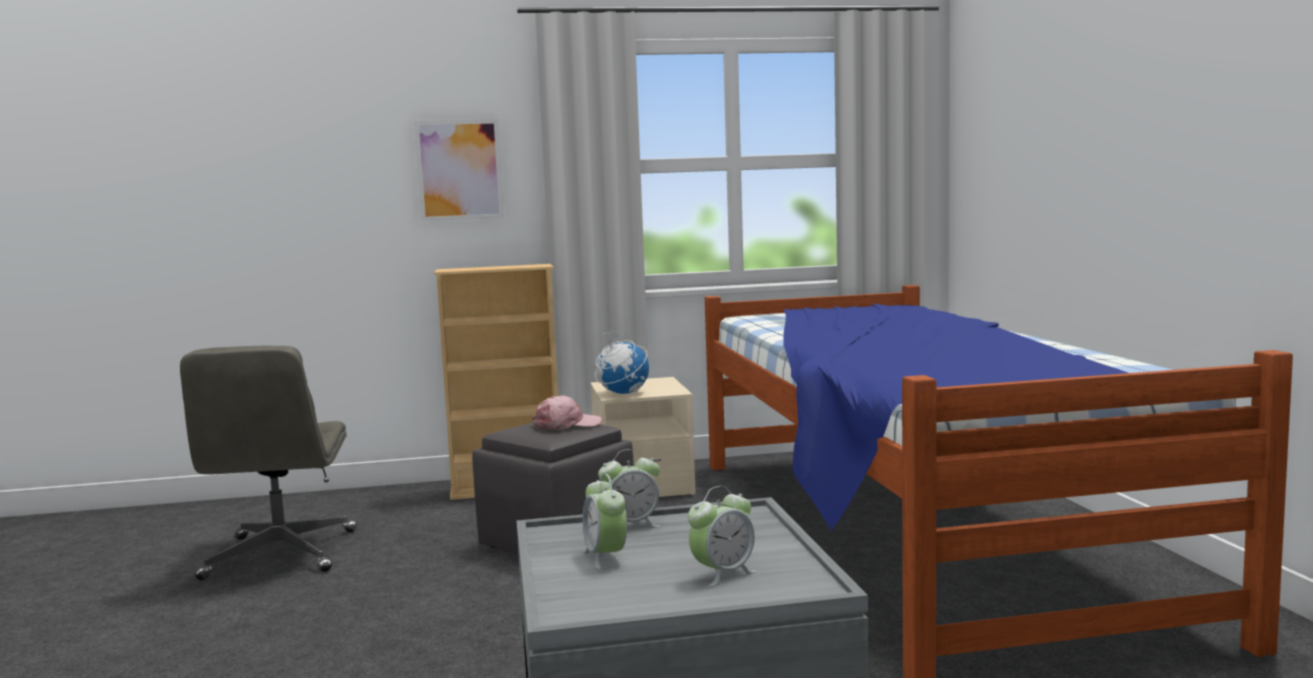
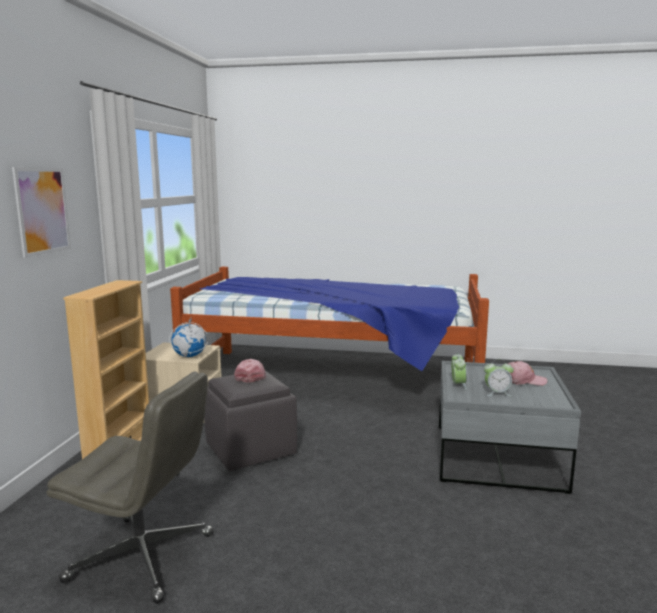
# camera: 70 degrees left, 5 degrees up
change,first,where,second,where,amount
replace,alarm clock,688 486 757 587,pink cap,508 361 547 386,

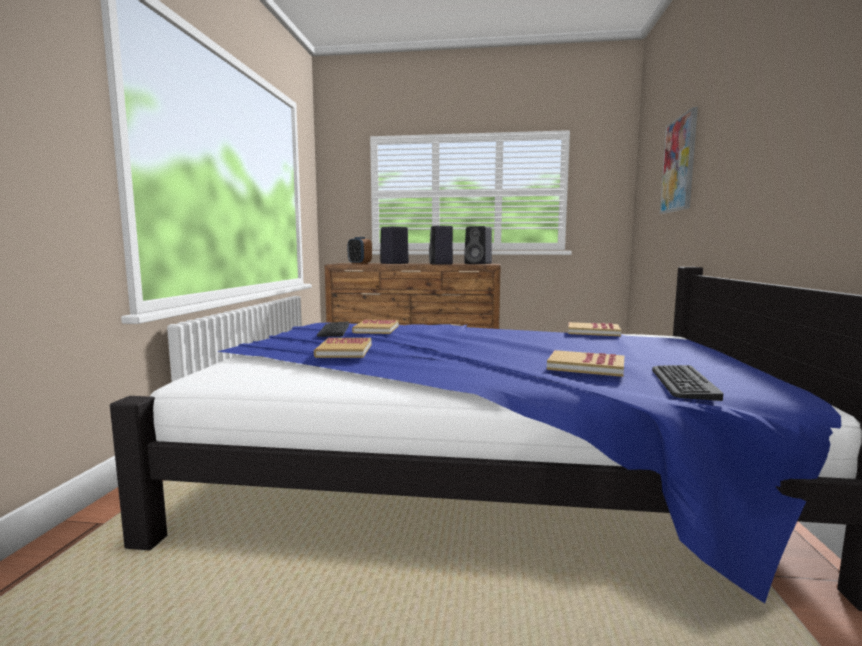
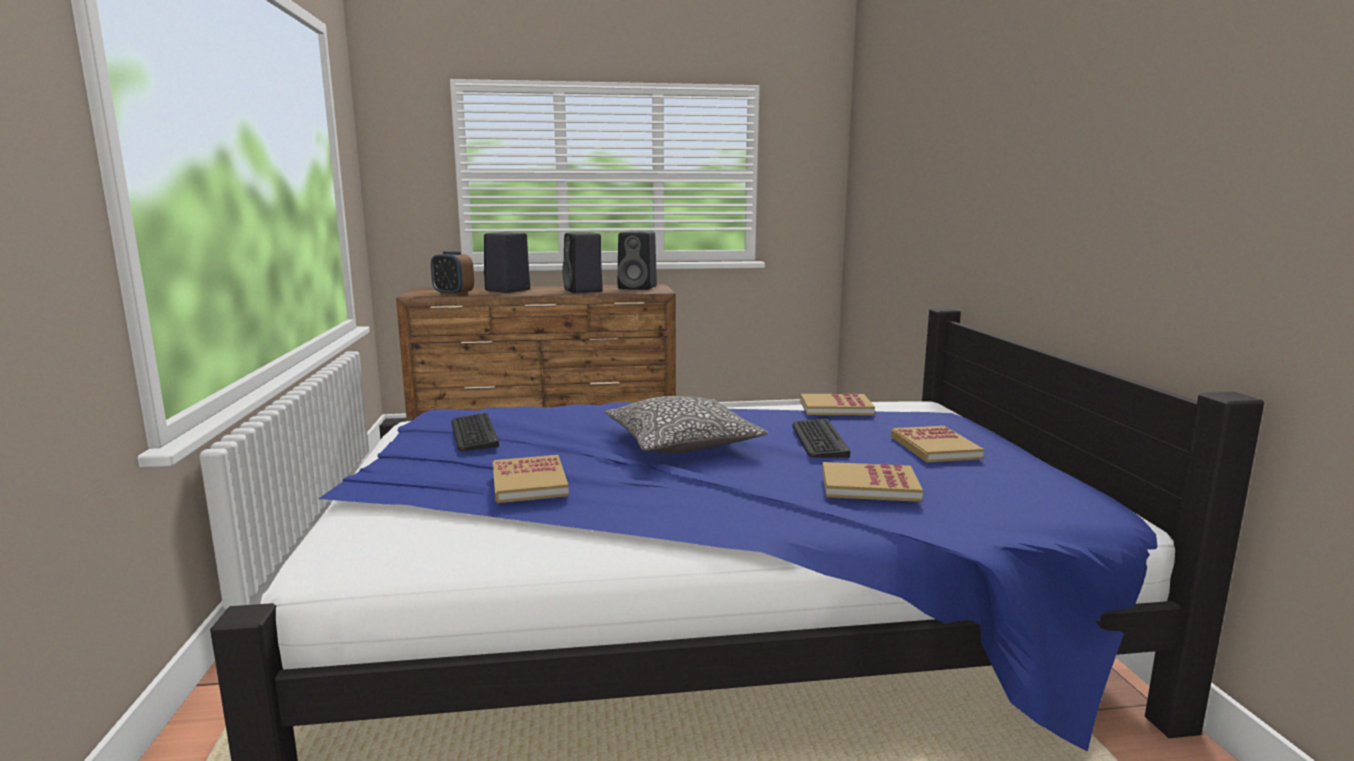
# camera: 15 degrees left, 5 degrees up
change,first,where,second,where,amount
move,book,352 320 399 334,,891 426 984 462,
move,keyboard,652 365 723 401,,792 419 850 458,
delete,picture,660 107 698 214,,,
insert,,,pillow,605 396 768 454,

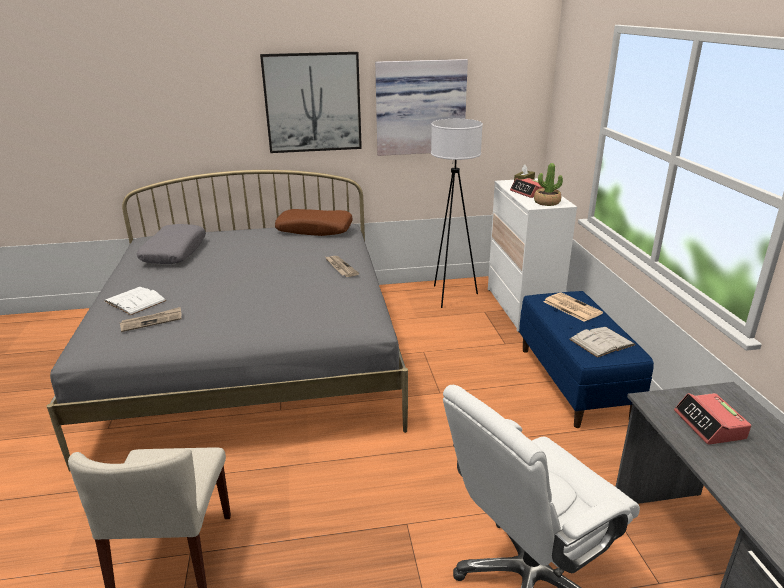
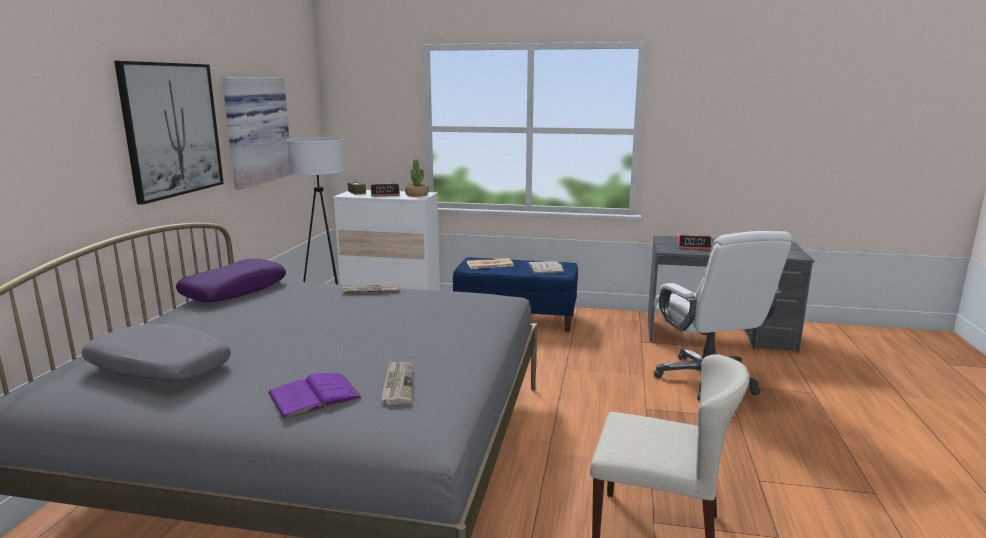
# camera: 70 degrees left, 10 degrees down
change,first,where,second,where,amount
recolor,white book,104 287 167 315,purple book,268 373 362 419,
recolor,brown pillow,275 209 352 236,purple pillow,176 259 286 302,

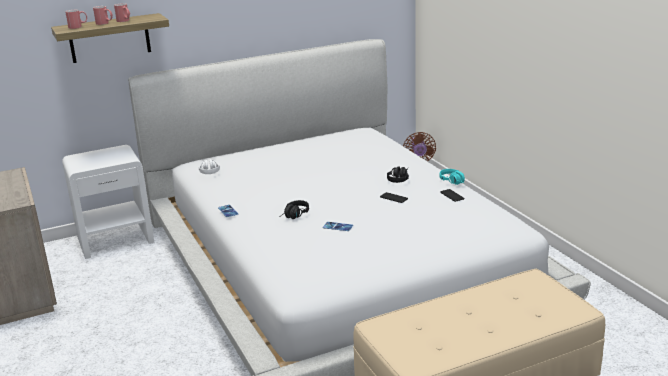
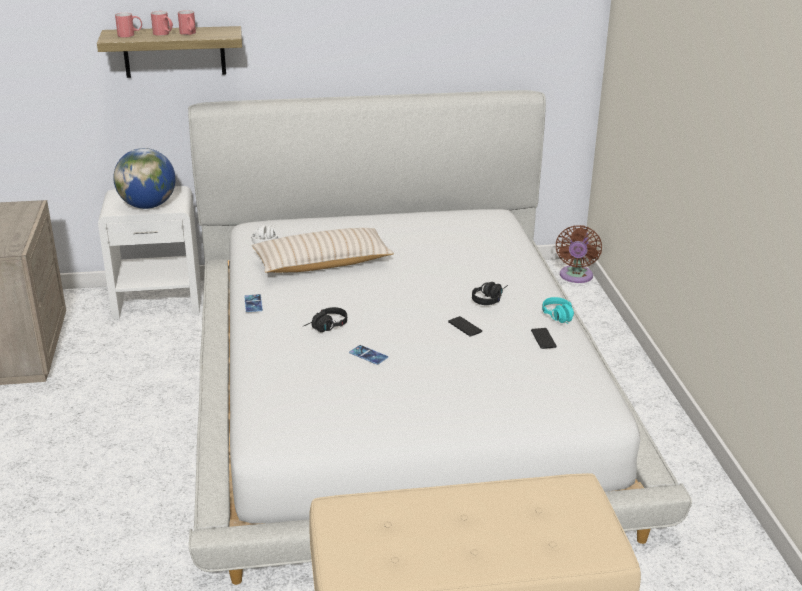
# camera: 15 degrees right, 5 degrees up
change,first,where,second,where,amount
insert,,,globe,113 148 176 209,
insert,,,beige pillow,252 228 394 273,

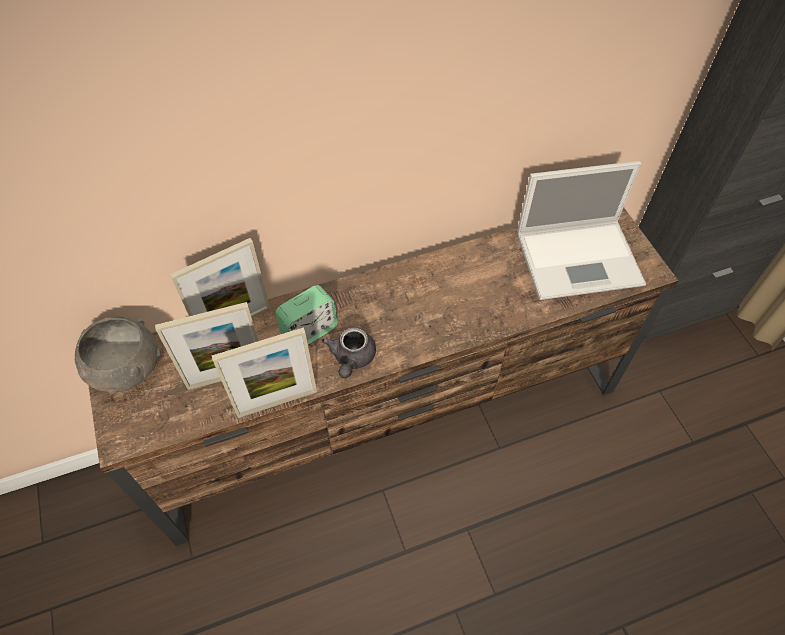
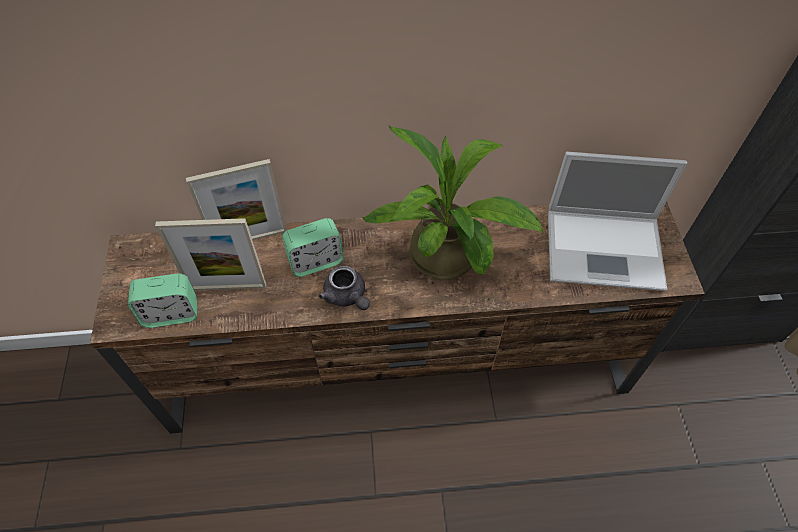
# camera: 15 degrees right, 0 degrees up
change,first,where,second,where,amount
delete,grey bowl,74 317 161 394,,,
delete,picture frame,212 327 317 418,,,
rotate,grey teapot,322 327 376 378,,319 266 370 310,60 degrees counterclockwise
insert,,,alarm clock,128 273 197 328,
insert,,,potted plant,362 126 544 280,

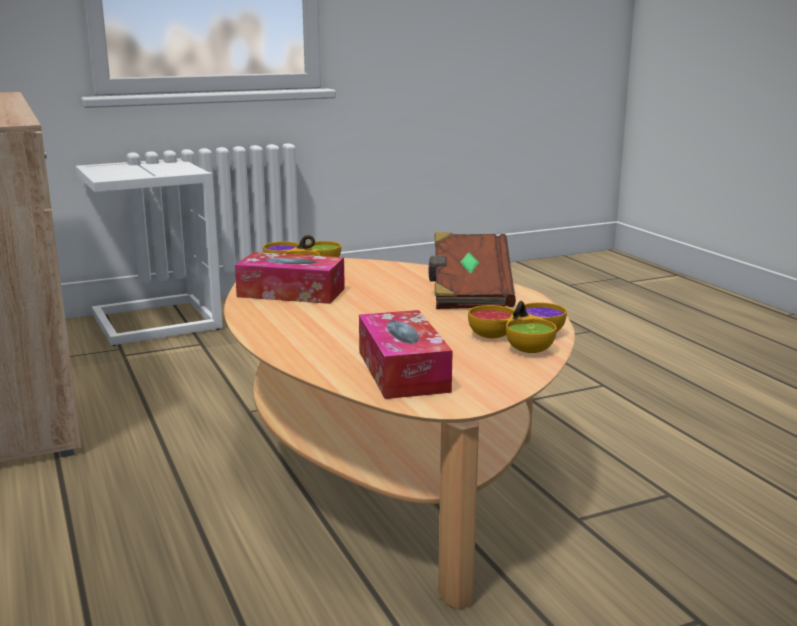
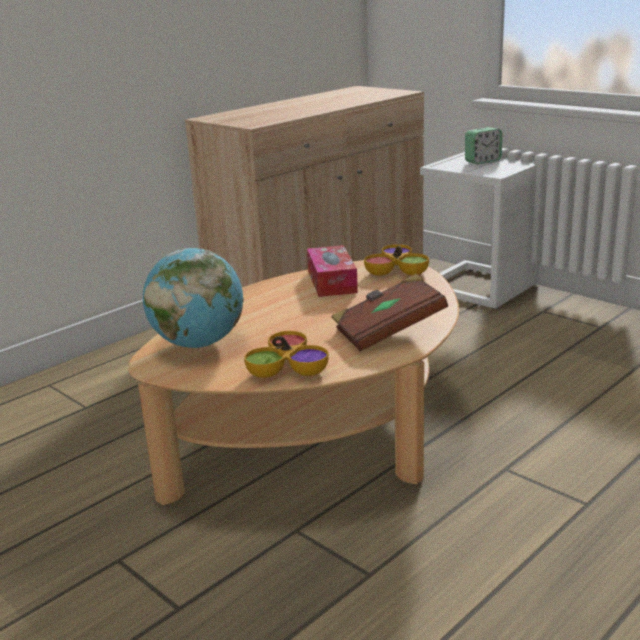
# camera: 70 degrees right, 5 degrees up
change,first,where,second,where,amount
replace,tissue box,359 310 453 399,globe,143 248 244 348,
insert,,,alarm clock,465 127 502 164,

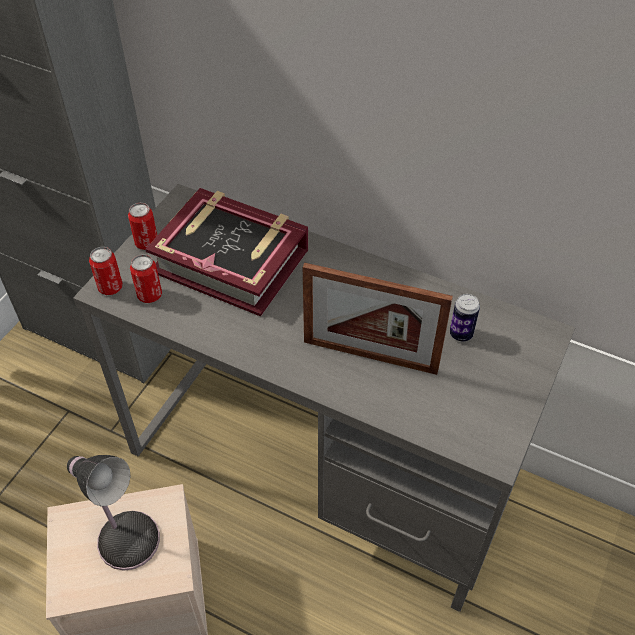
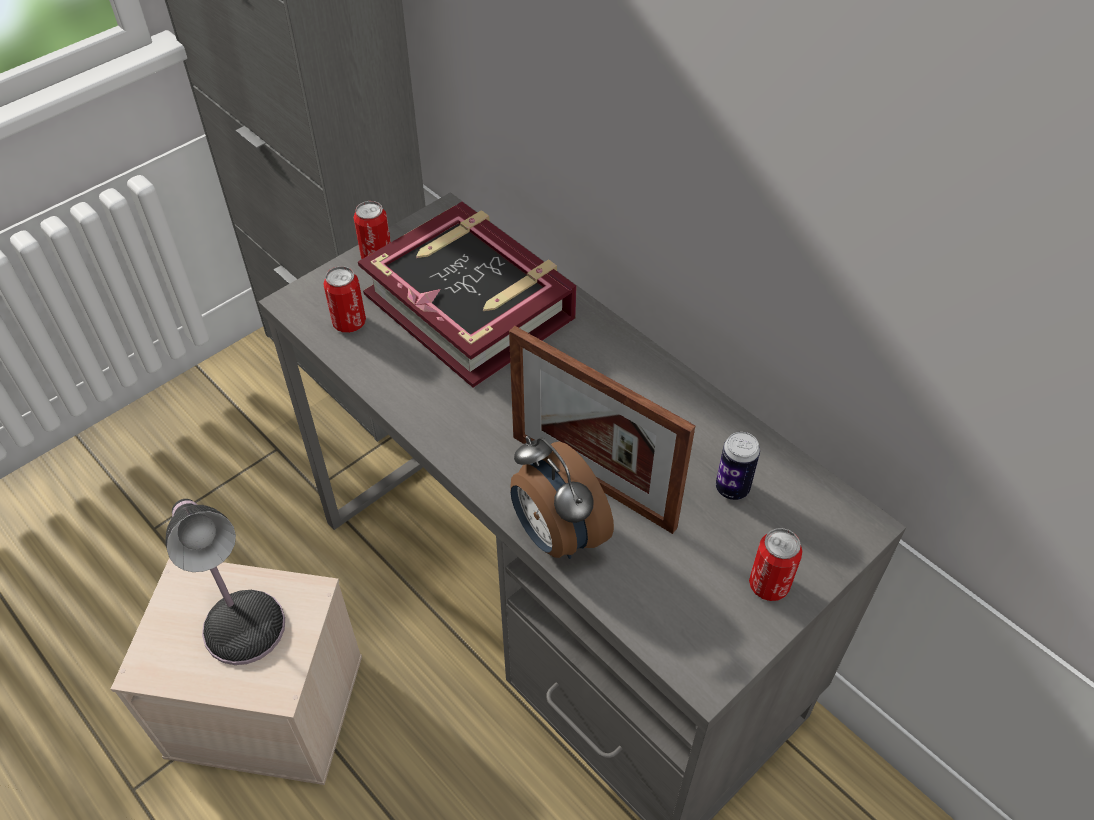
# camera: 20 degrees right, 0 degrees up
change,first,where,second,where,amount
move,can,89 247 123 295,,749 528 803 601,
insert,,,alarm clock,511 436 614 559,

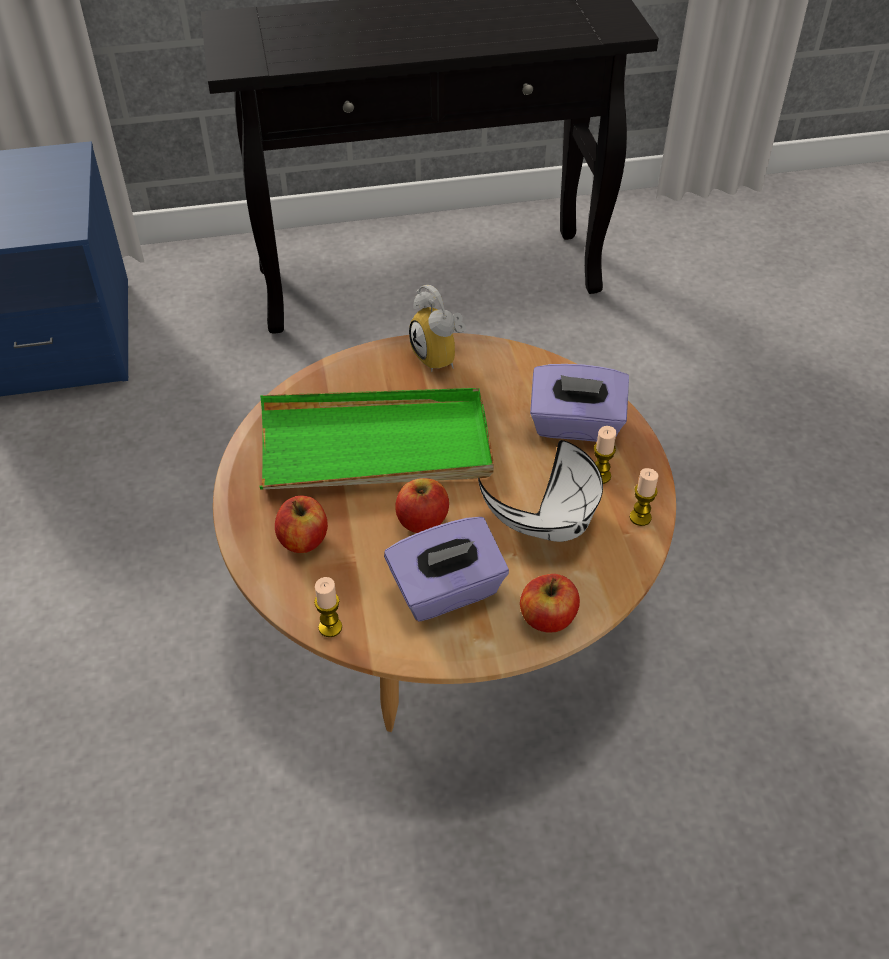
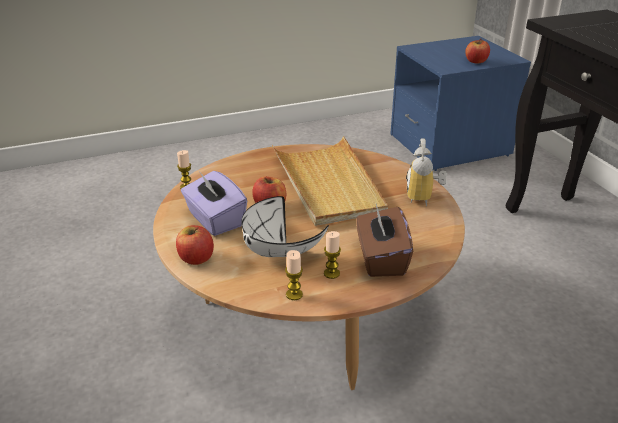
# camera: 80 degrees right, 15 degrees down
change,first,where,second,where,amount
recolor,green tray,260 388 494 490,beige tray,272 136 388 226,
move,apple,275 496 328 553,,465 38 490 64,
rotate,alarm clock,409 285 466 372,,406 138 447 206,45 degrees counterclockwise
recolor,purple tissue box,530 364 629 442,brown tissue box,356 204 413 277,

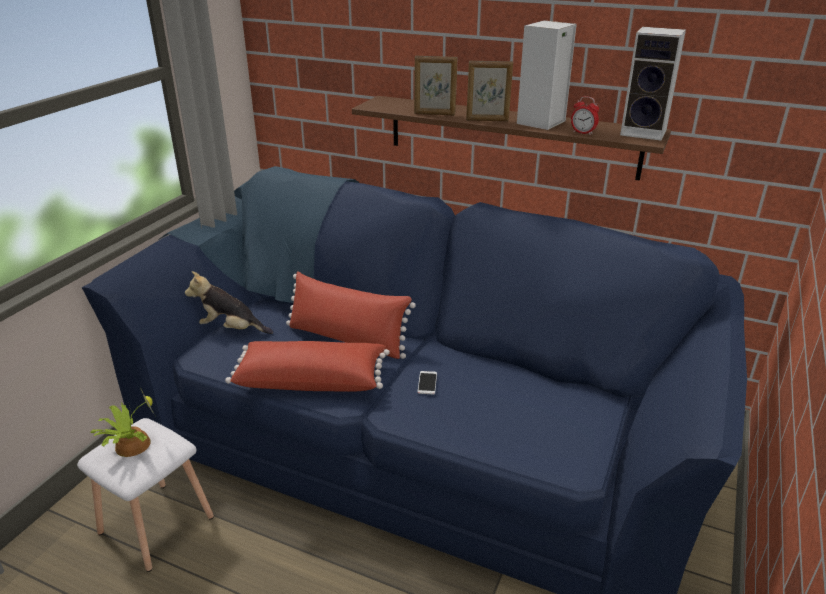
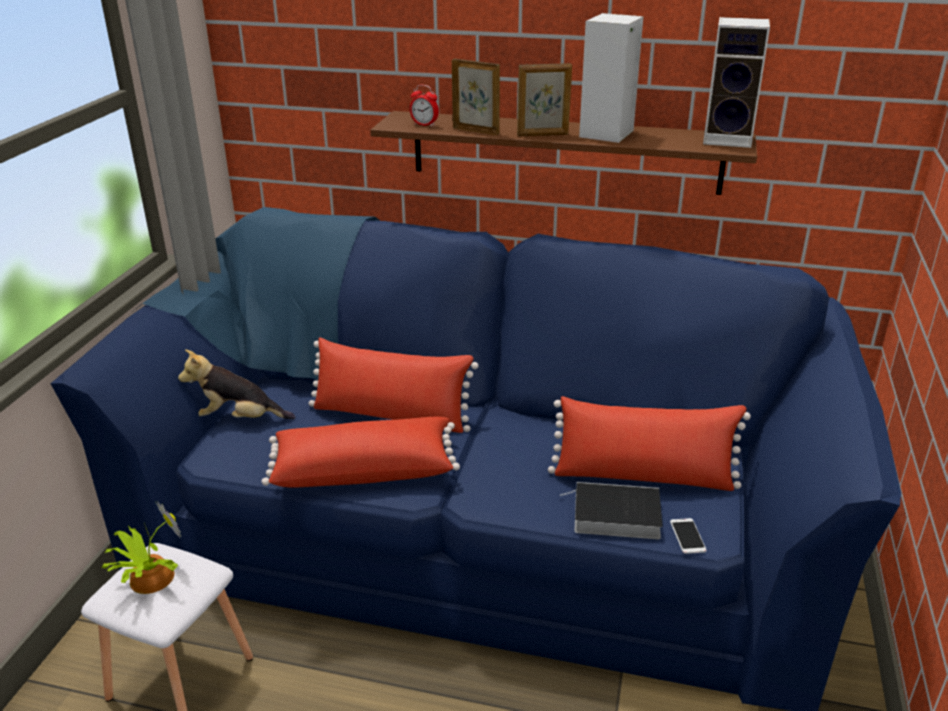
# camera: 10 degrees left, 0 degrees up
change,first,where,second,where,amount
rotate,picture frame,414 55 458 115,,452 59 500 135,150 degrees counterclockwise
move,phone,417 371 437 395,,670 518 706 554,
move,alarm clock,571 96 599 135,,410 85 439 127,
insert,,,red pillow,548 396 751 491,
insert,,,book,560 482 663 539,

